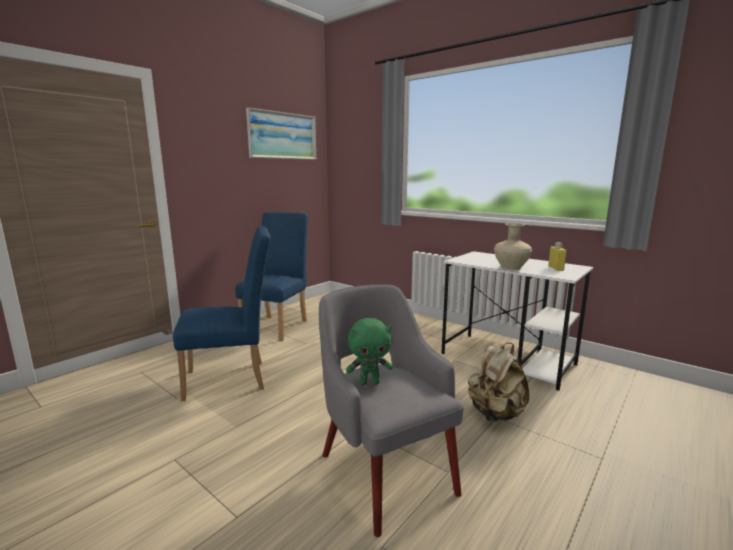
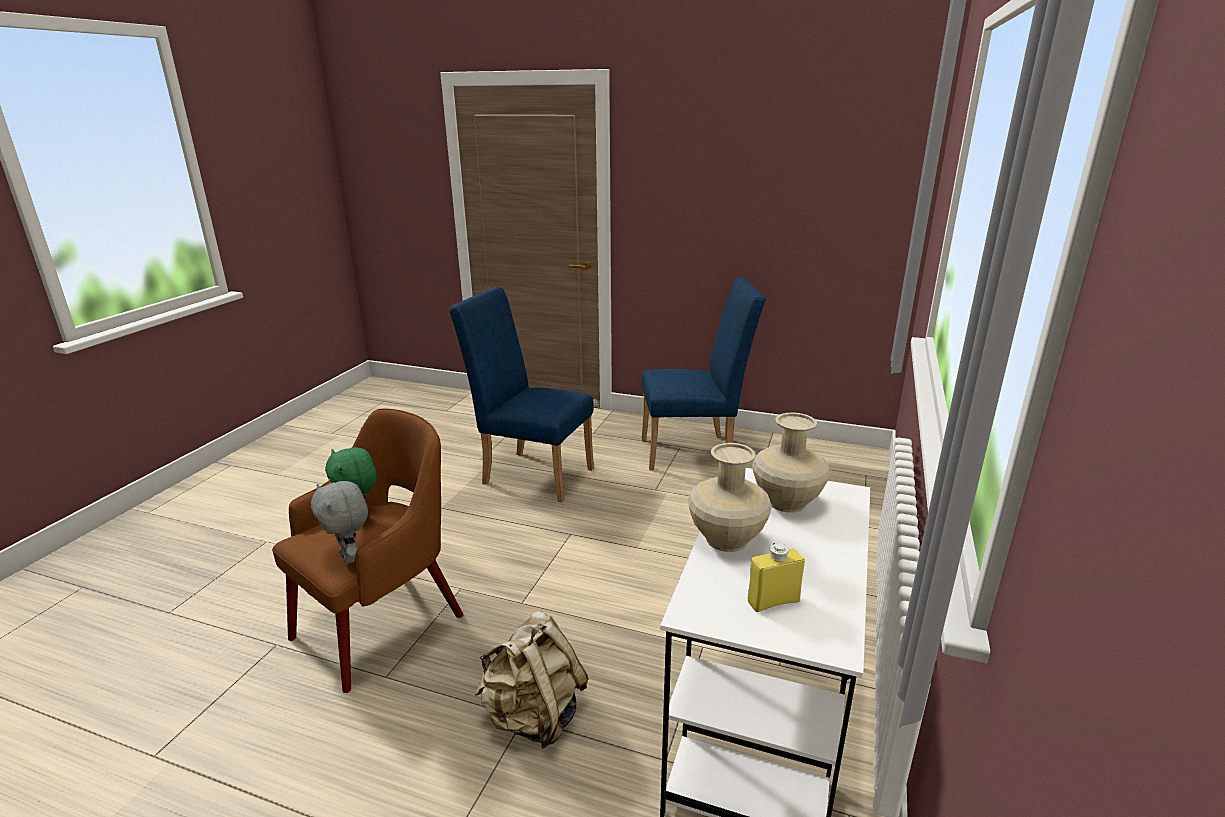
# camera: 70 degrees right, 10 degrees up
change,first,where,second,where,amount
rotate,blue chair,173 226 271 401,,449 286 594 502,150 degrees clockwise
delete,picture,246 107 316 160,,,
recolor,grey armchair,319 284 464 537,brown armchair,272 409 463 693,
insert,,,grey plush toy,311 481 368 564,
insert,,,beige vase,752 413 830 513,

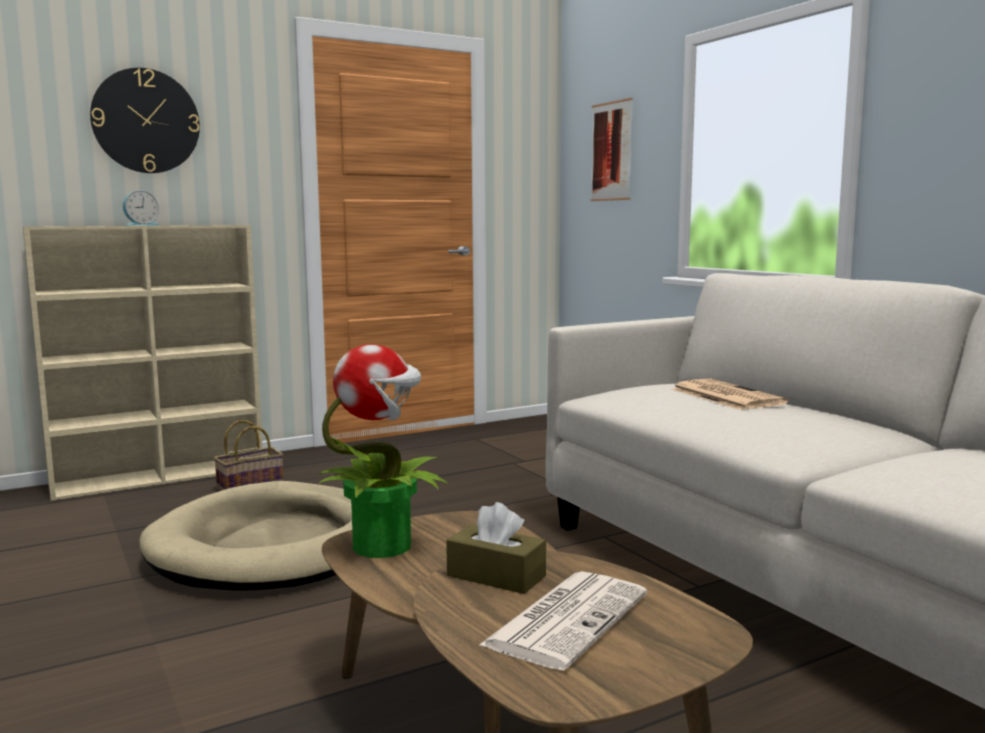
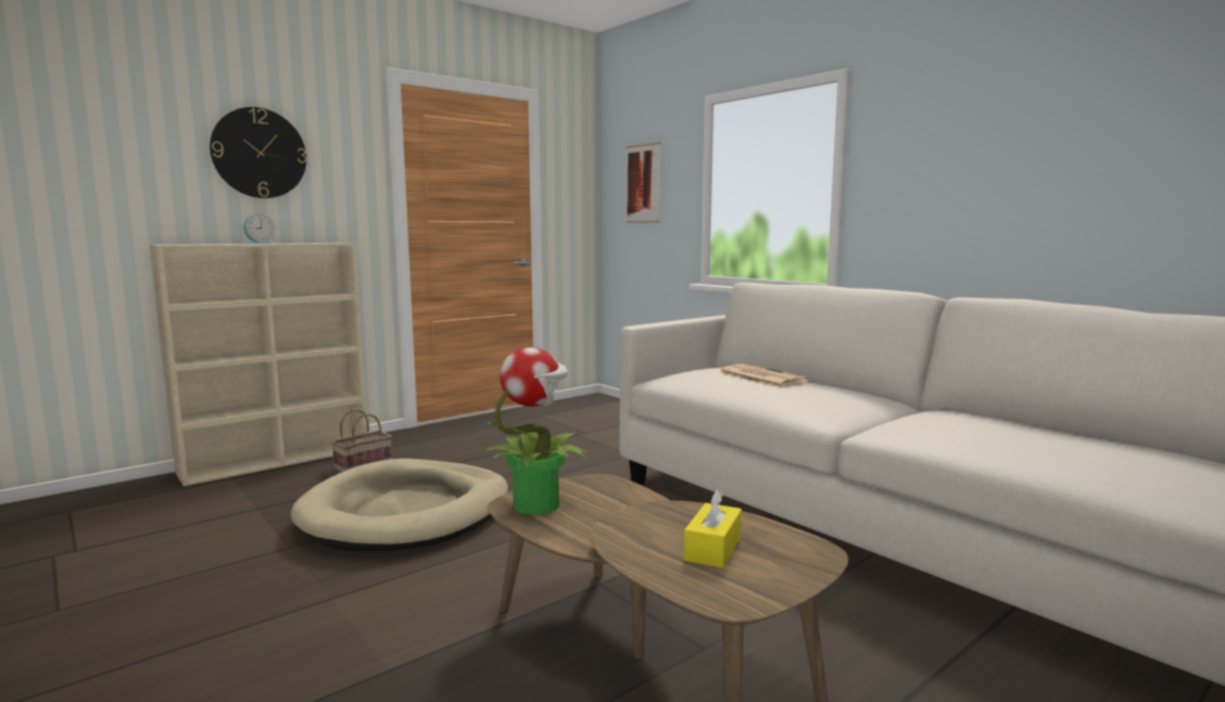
# camera: 10 degrees left, 0 degrees up
change,first,where,second,where,amount
delete,brown tissue box,446 502 546 594,,,
replace,newspaper,478 571 647 670,yellow tissue box,684 489 742 568,

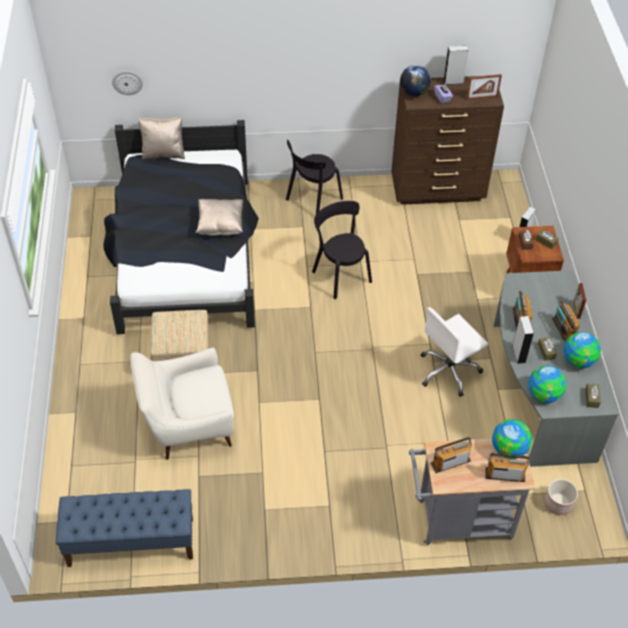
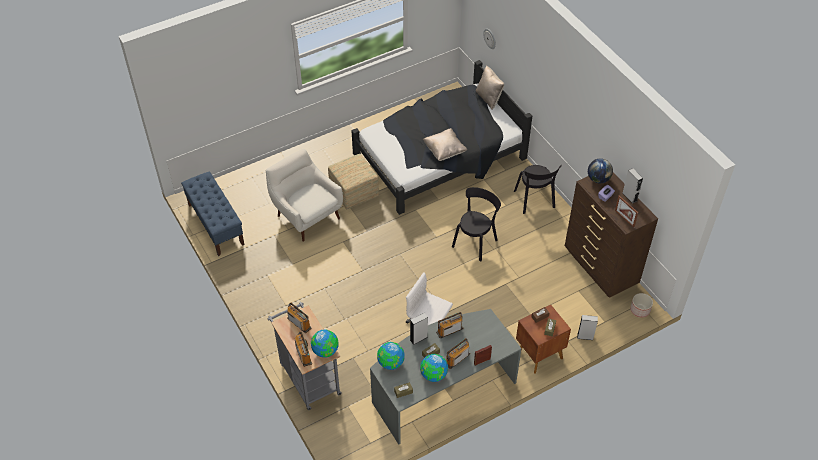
# camera: 65 degrees right, 0 degrees up
change,first,where,second,where,amount
rotate,black chair,286 140 343 214,,514 164 562 214,120 degrees counterclockwise
move,planter,544 479 578 515,,630 293 653 318,

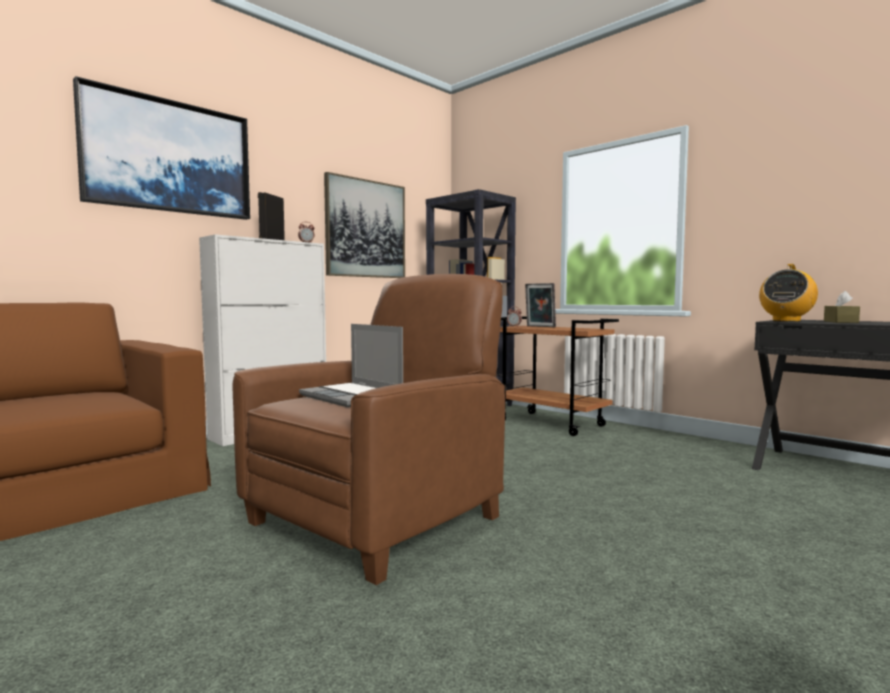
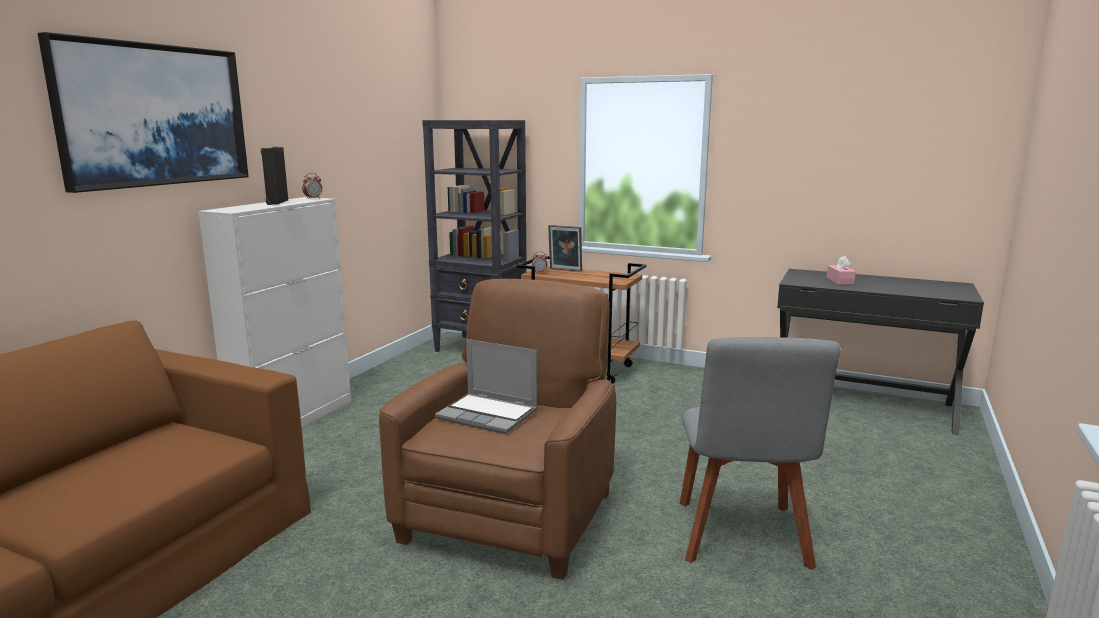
# camera: 20 degrees left, 10 degrees up
change,first,where,second,where,amount
delete,picture,324 172 405 278,,,
delete,radio,759 264 818 322,,,
recolor,brown tissue box,824 291 860 323,pink tissue box,826 256 856 285,
insert,,,grey chair,680 337 840 570,

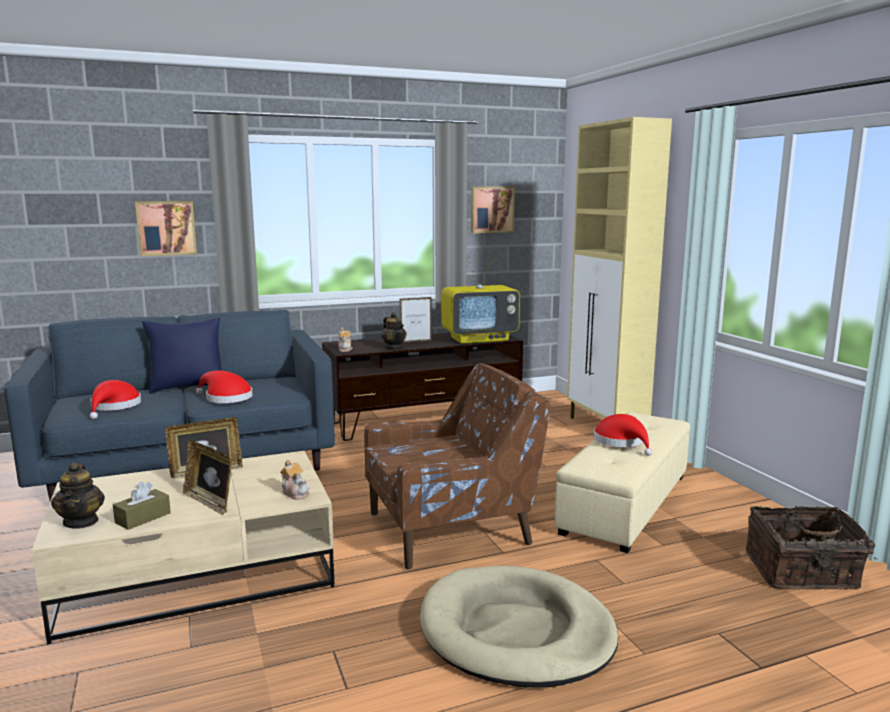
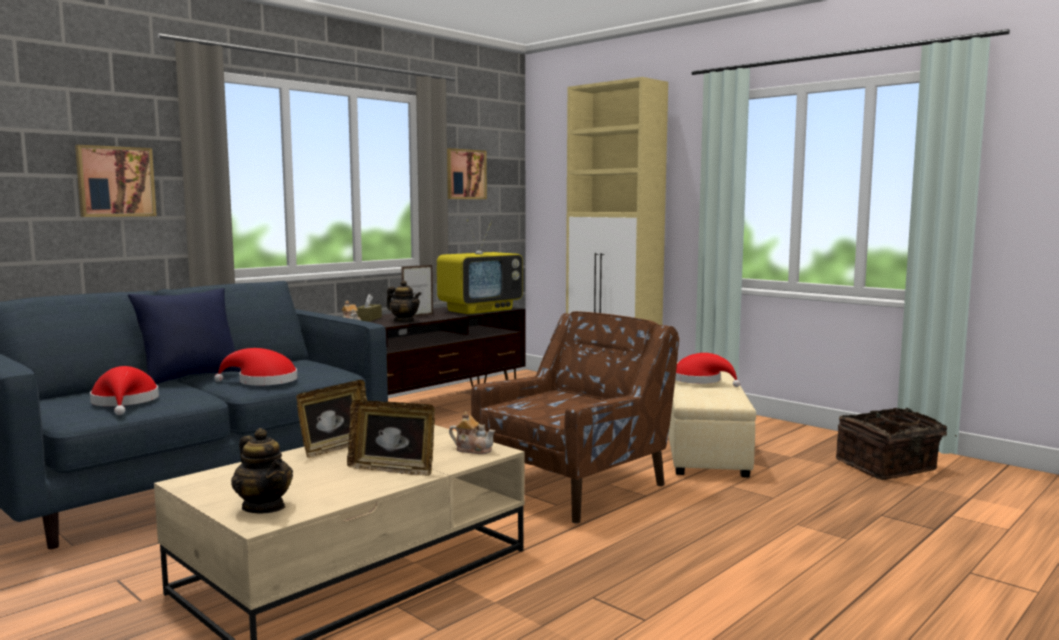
# camera: 25 degrees left, 5 degrees down
change,first,where,second,where,amount
move,brown tissue box,113 482 171 530,,356 294 382 322,
delete,beige dog bed,420 566 618 688,,,

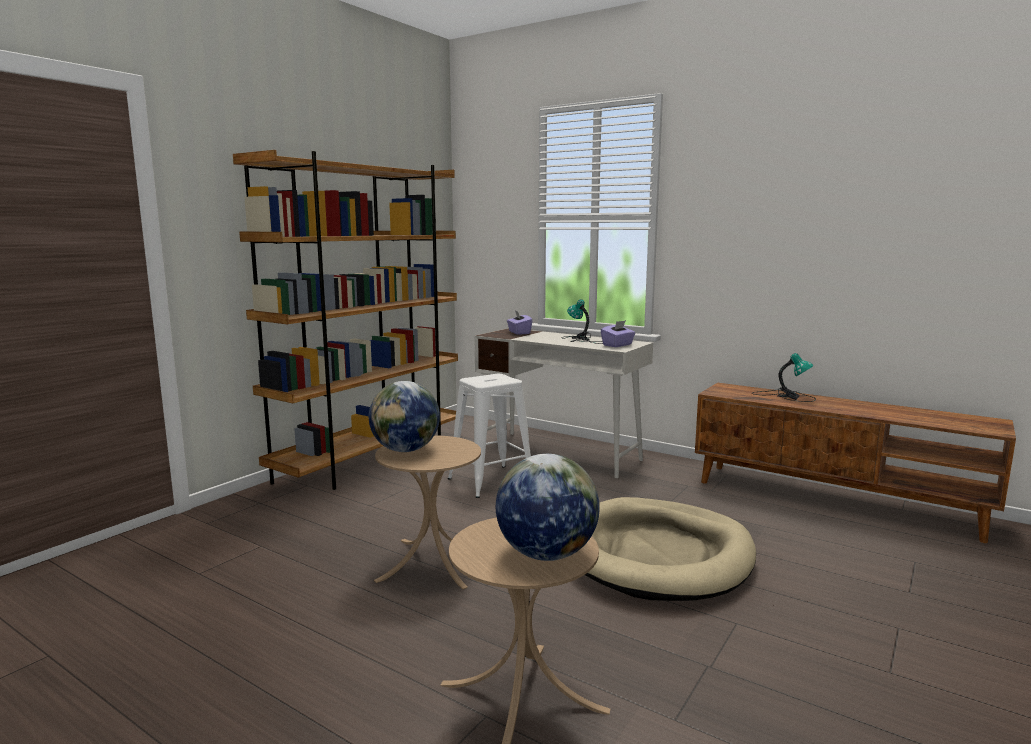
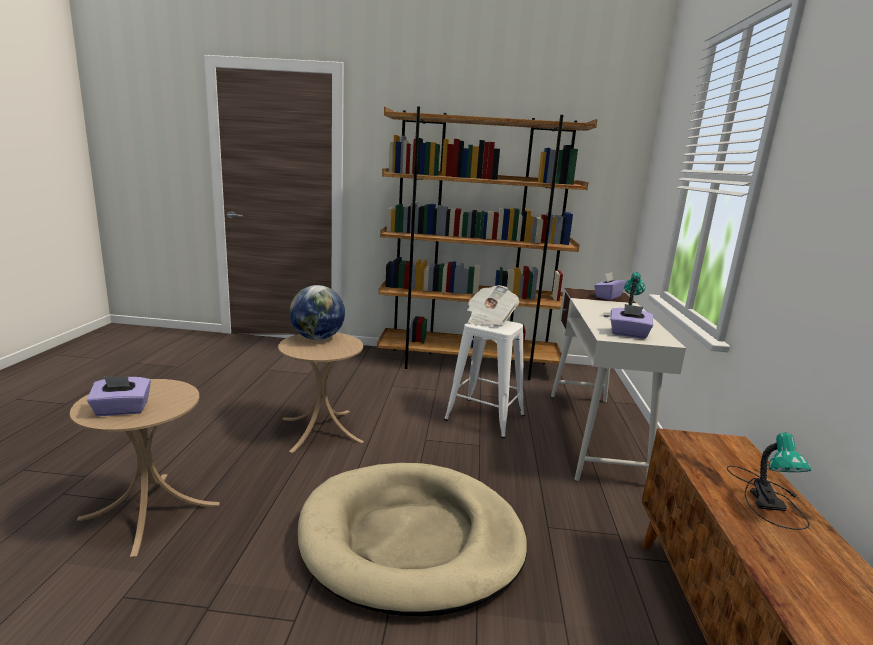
# camera: 60 degrees right, 5 degrees up
change,first,where,second,where,amount
replace,globe,496 454 600 561,purple tissue box,87 376 151 416,
insert,,,newspaper,467 285 519 326,

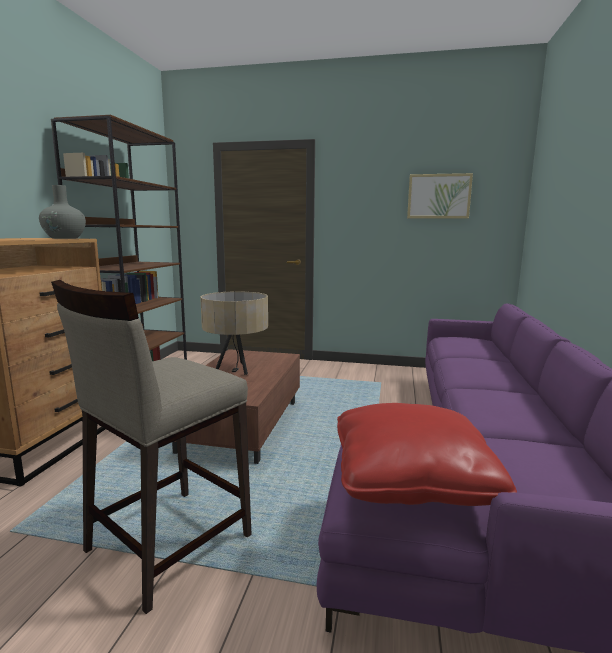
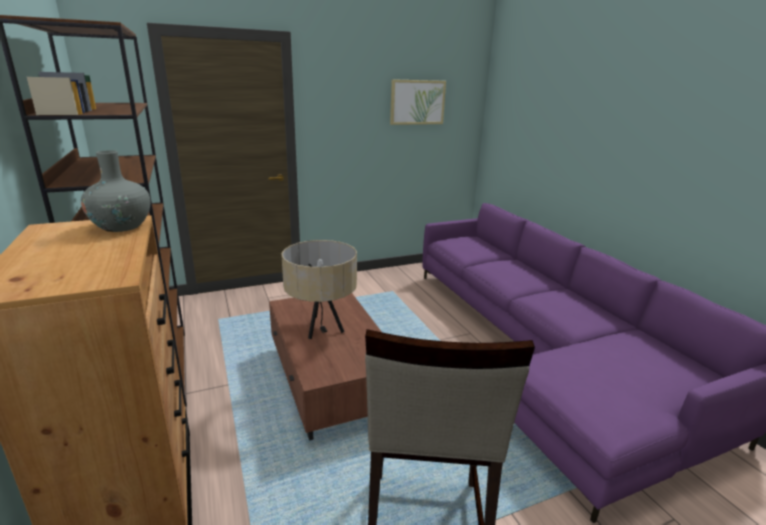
# camera: 35 degrees left, 10 degrees up
change,first,where,second,where,amount
delete,red pillow,337 403 517 506,,,

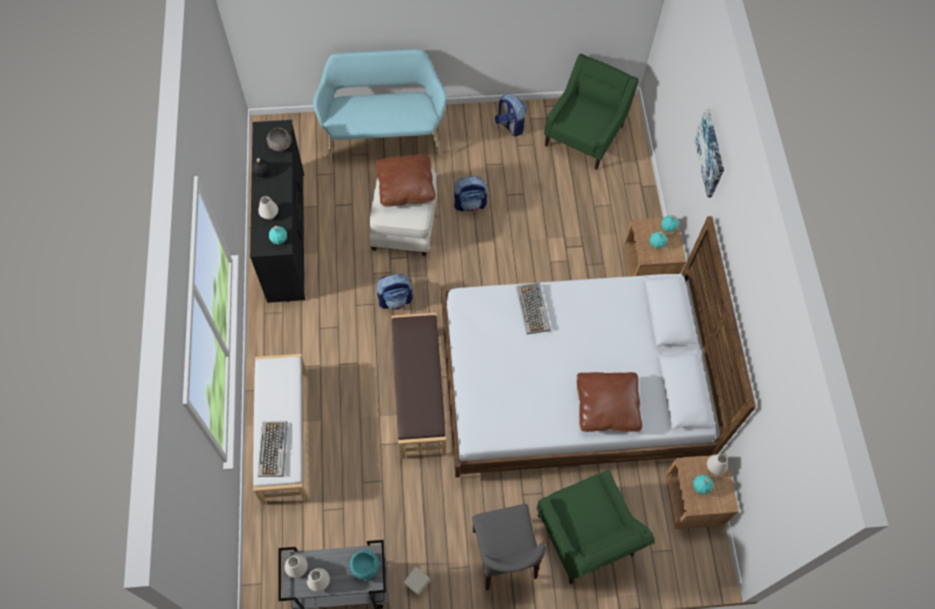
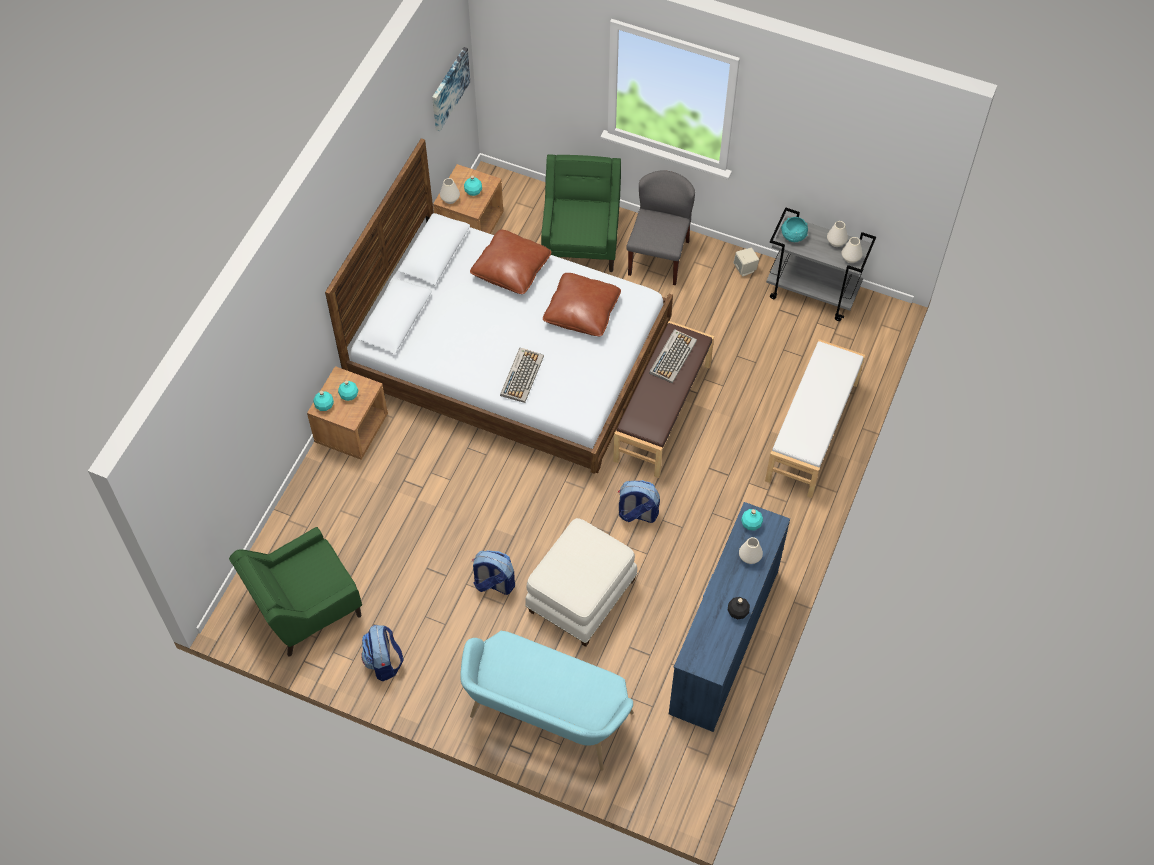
# camera: 150 degrees left, 5 degrees down
change,first,where,second,where,amount
recolor,black dresser,250 120 305 303,blue dresser,669 502 790 732,
move,keyboard,258 421 288 477,,649 329 697 383,
delete,grey bowl,266 127 291 151,,,
move,brown pillow,375 154 436 207,,543 273 621 336,
move,picture,694 109 724 198,,432 47 470 131,

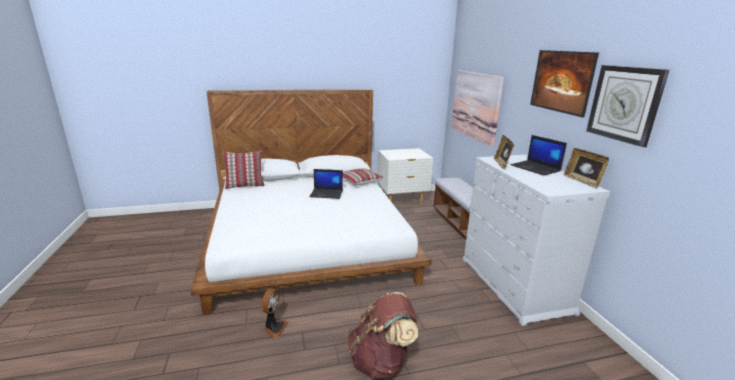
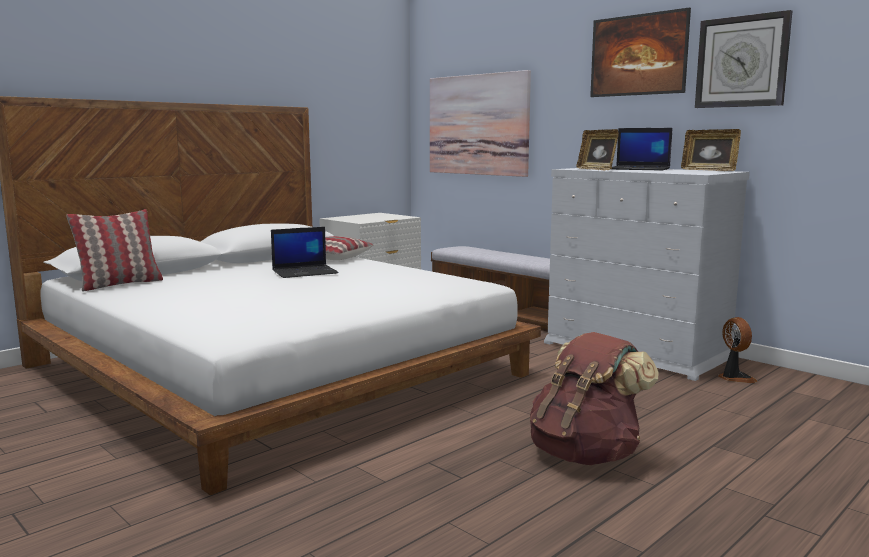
# camera: 30 degrees left, 10 degrees down
change,first,where,second,where,amount
move,fan,261 289 288 338,,718 317 758 383,

